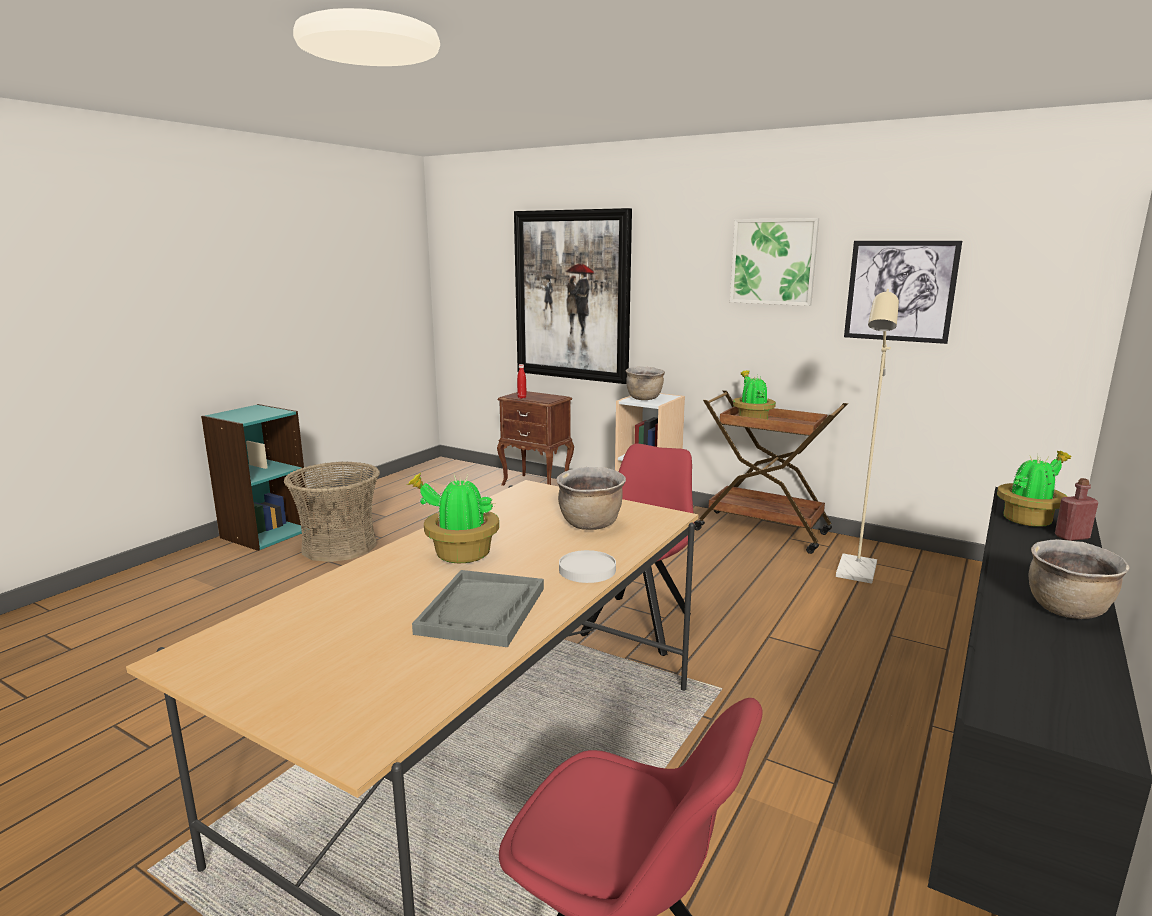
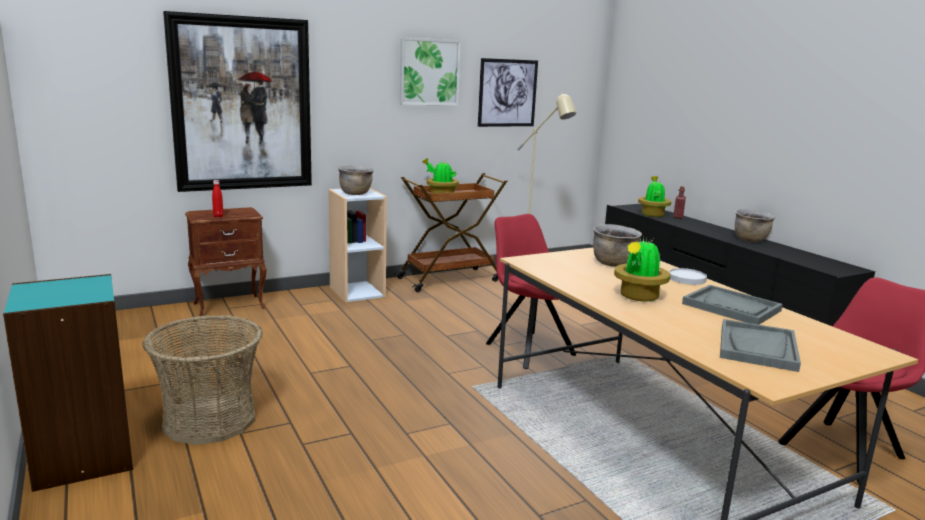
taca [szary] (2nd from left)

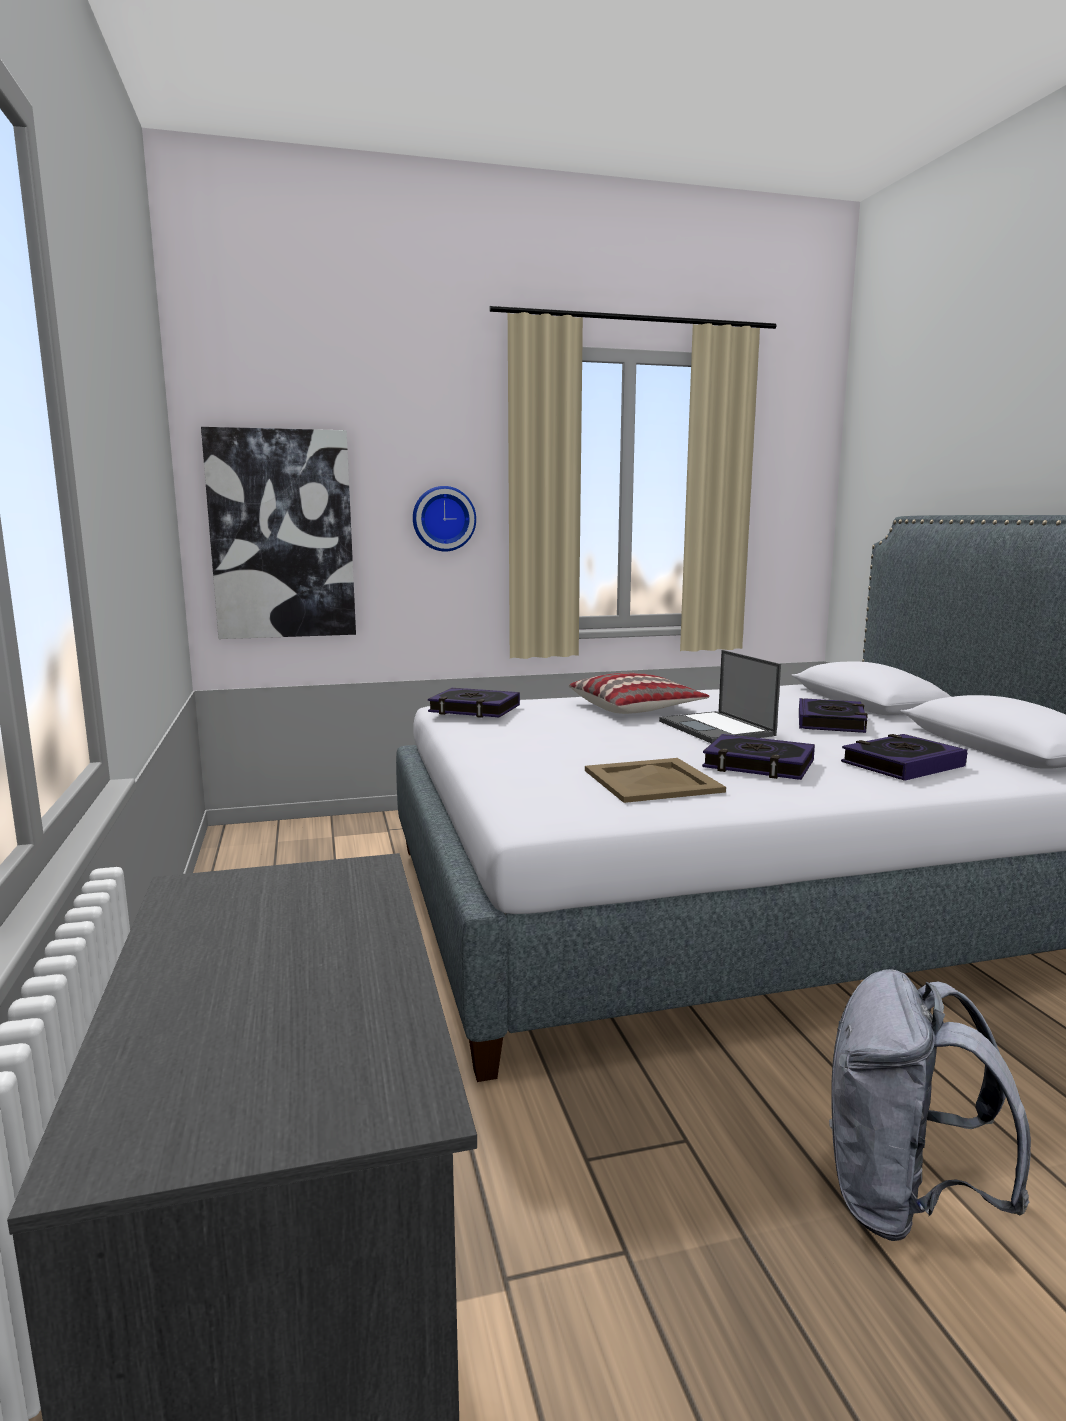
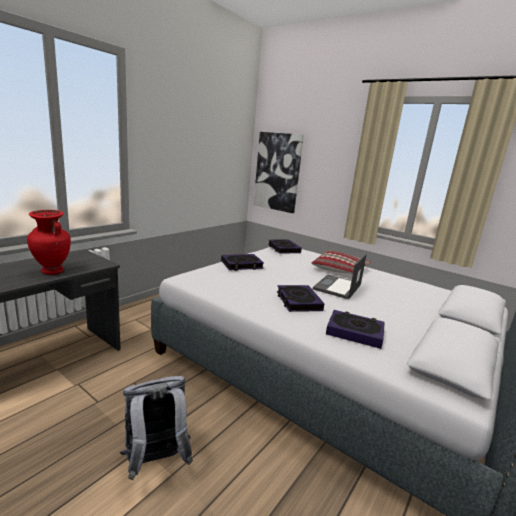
zegar ścienny
taca [beżowy]
wazon [czerwony]
książka (1st from left)

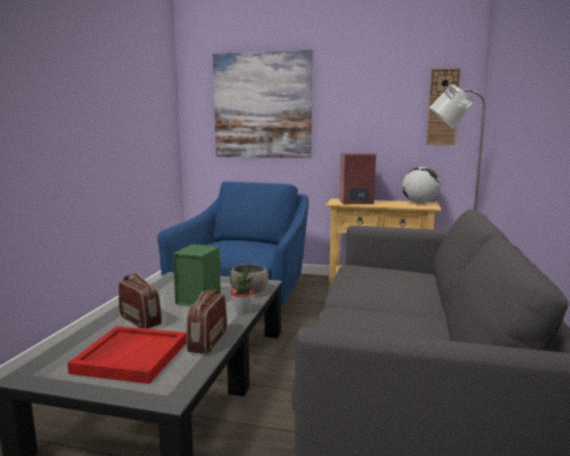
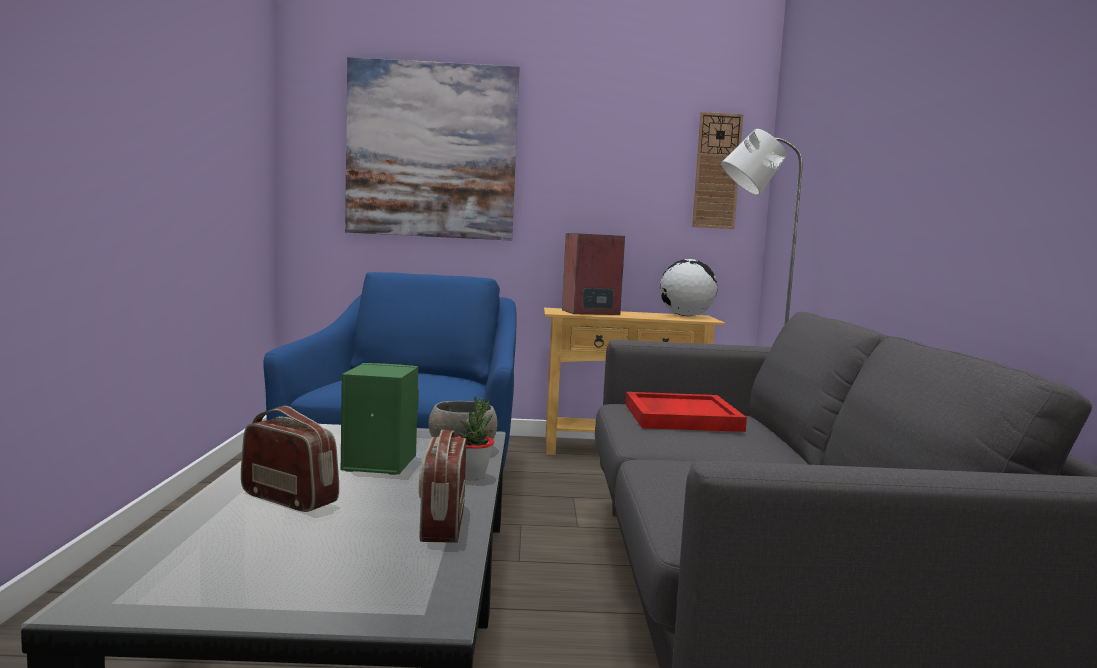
taca [czerwony]

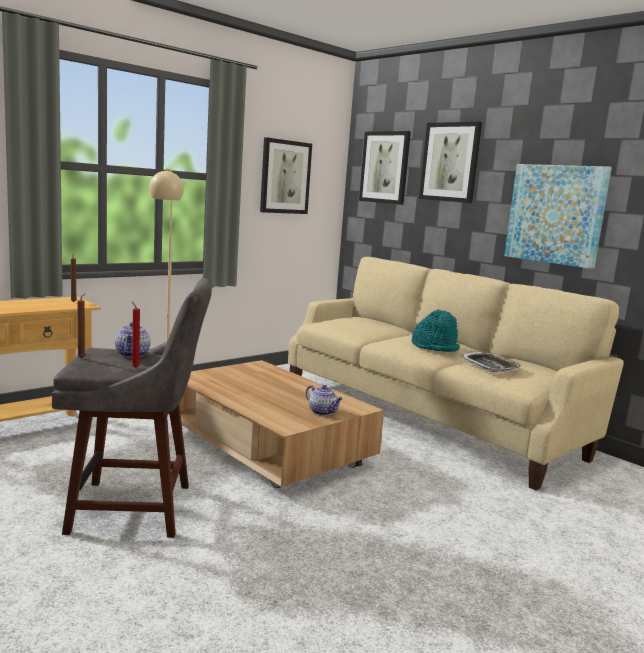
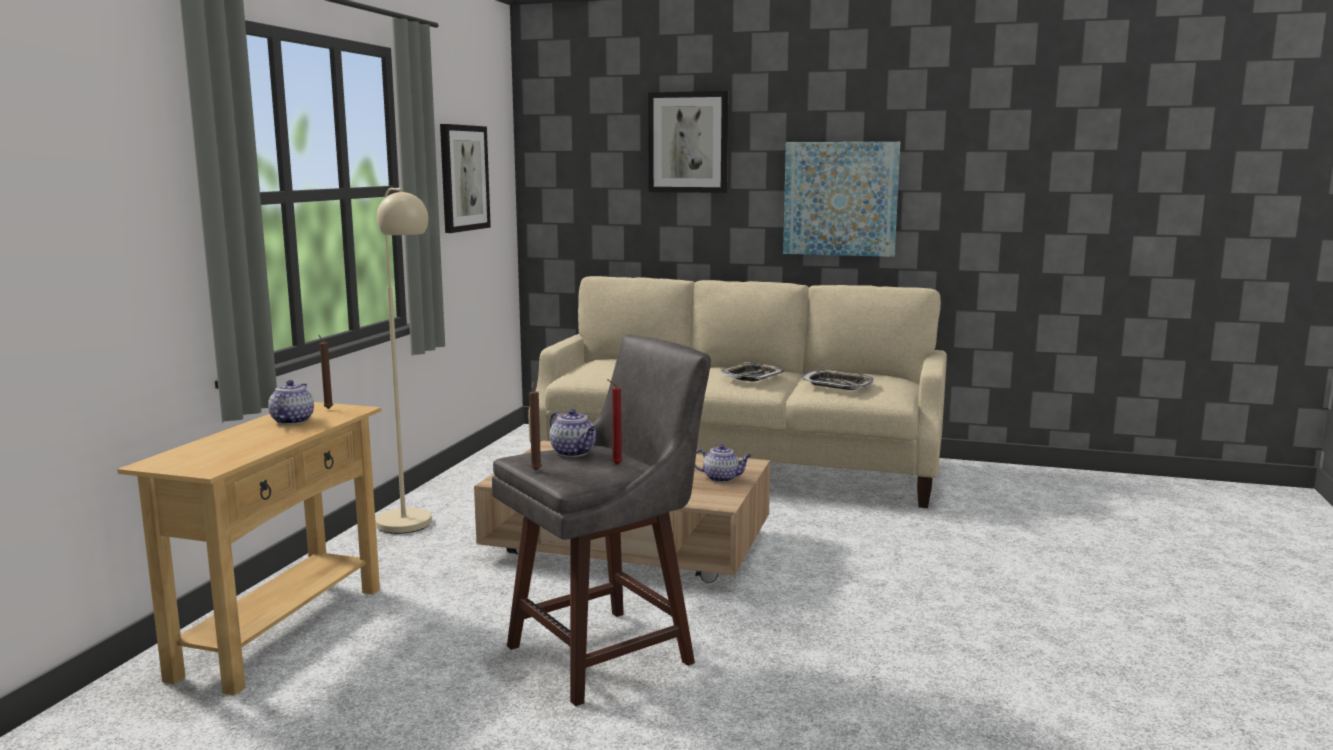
obraz (2nd from left in the first image)
imbryk (1st from left)
taca (1st from left)

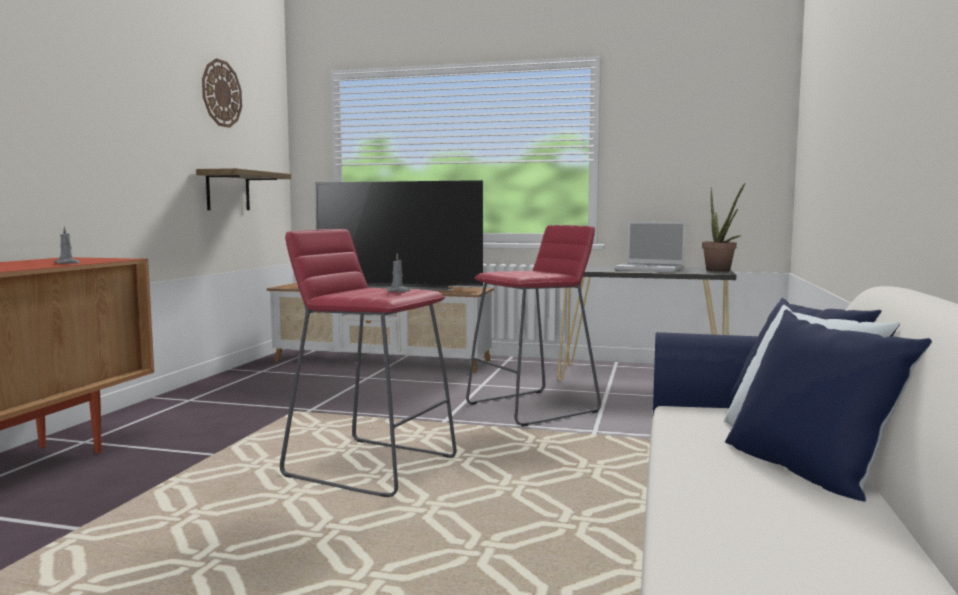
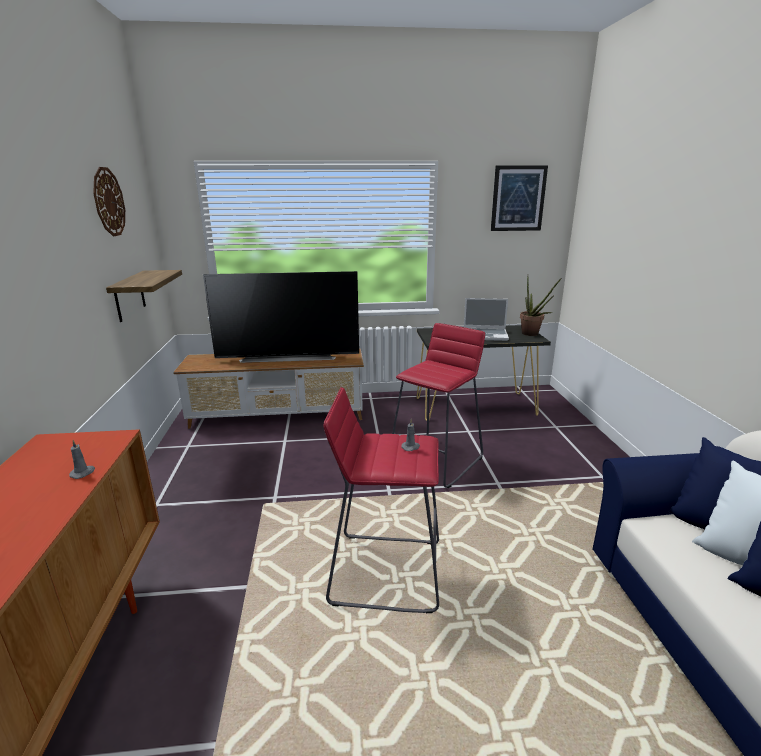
obraz

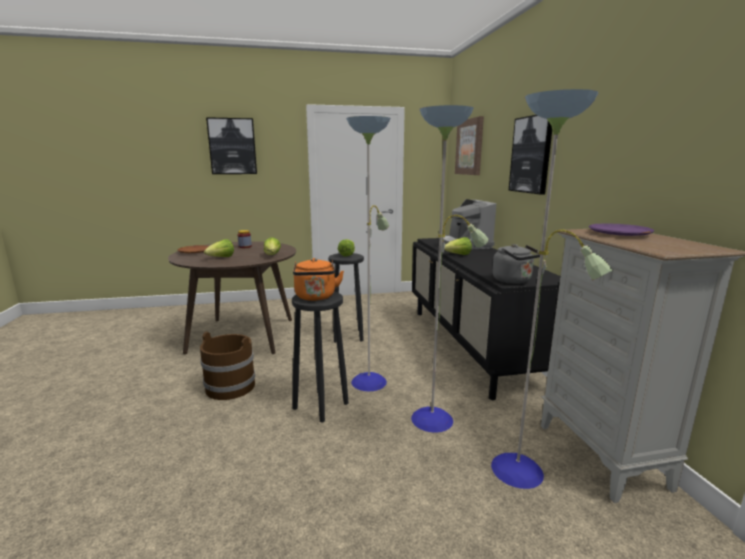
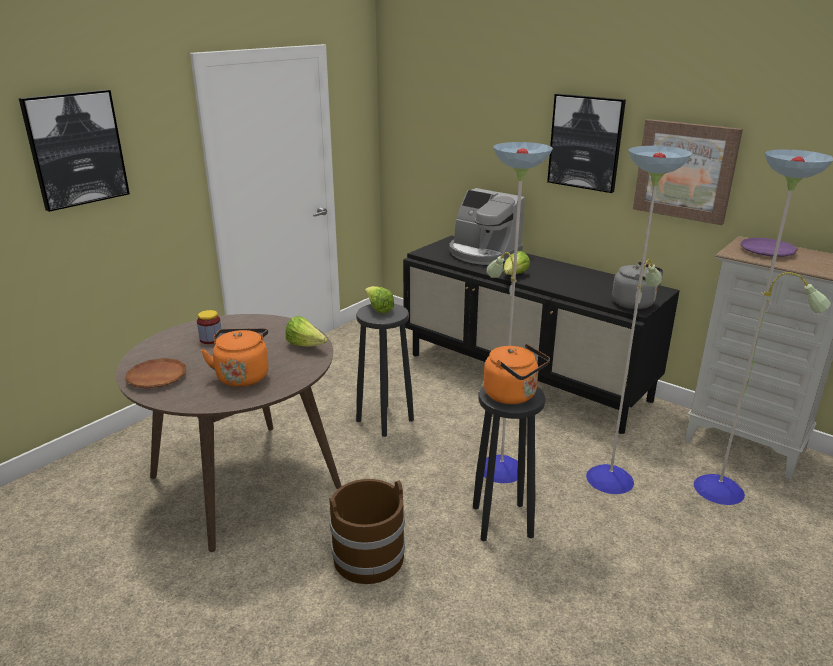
obraz (3rd from left)
czajnik [pomarańczowy] (1st from left)

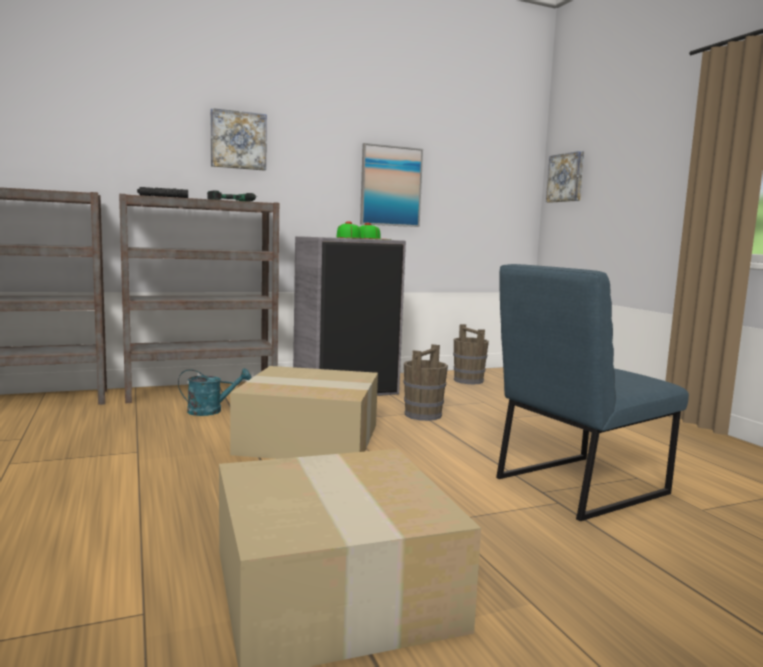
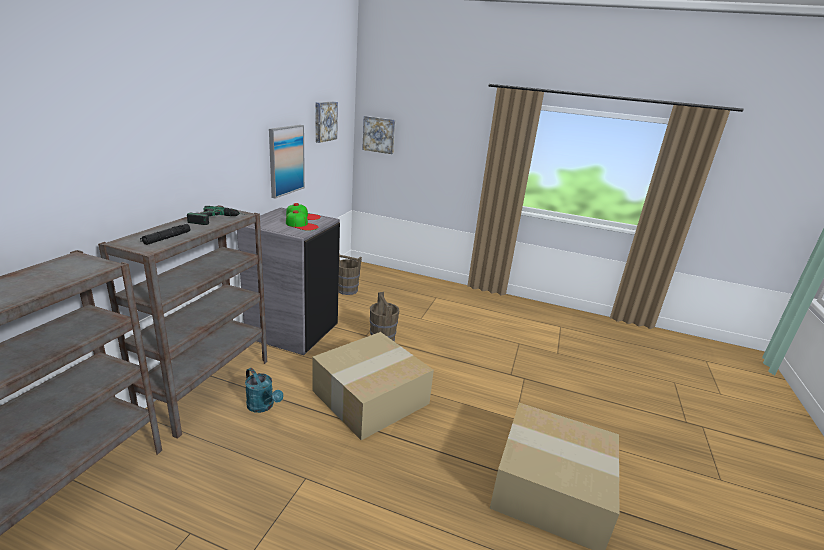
krzesło [niebieski]
obraz (2nd from left)
konewka [turkusowy]

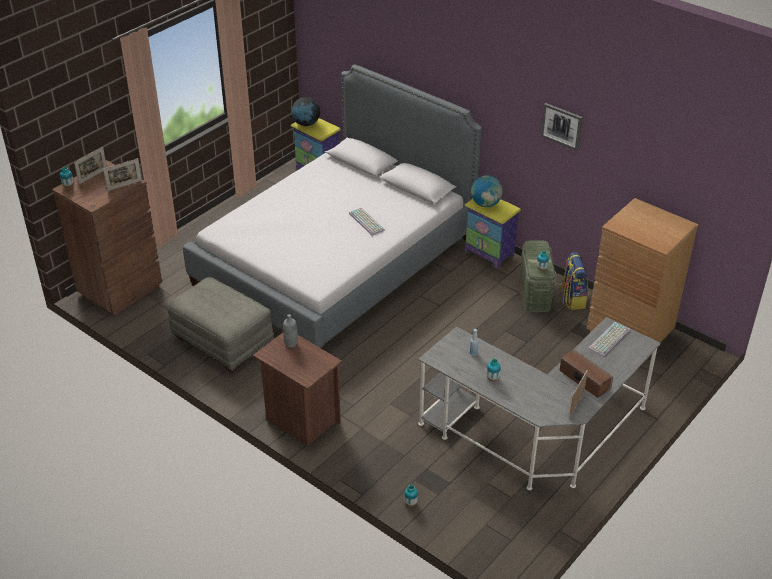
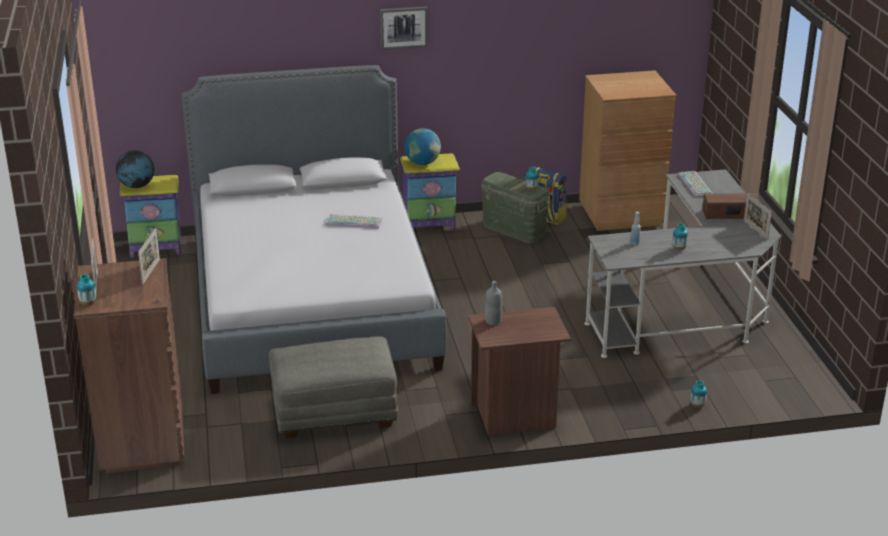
obraz

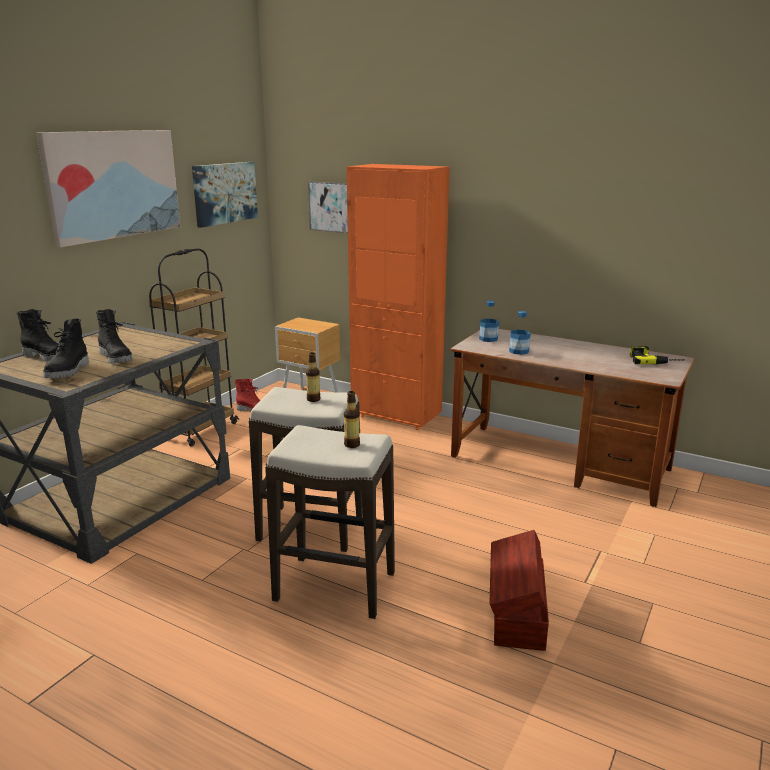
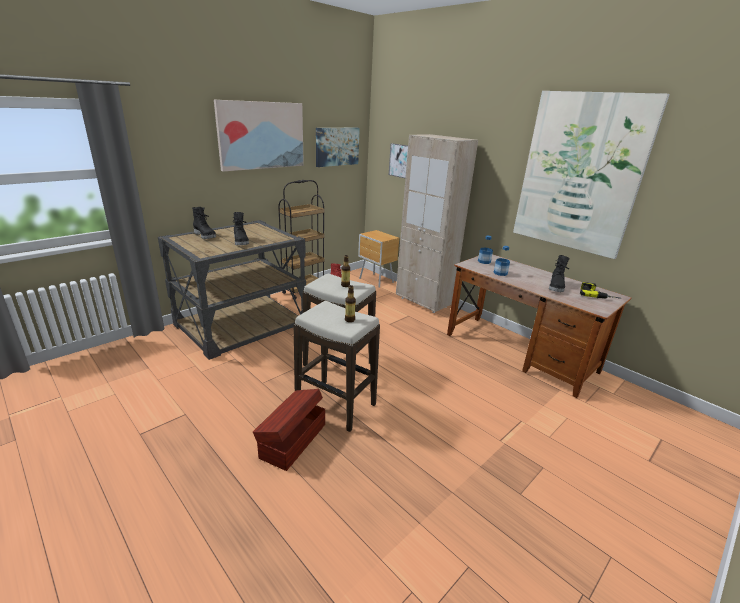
obraz (4th from left)
but z cholewką [czarny] (3rd from left)
pojemnik do przechowywania [brązowy]
szafka [beżowy]

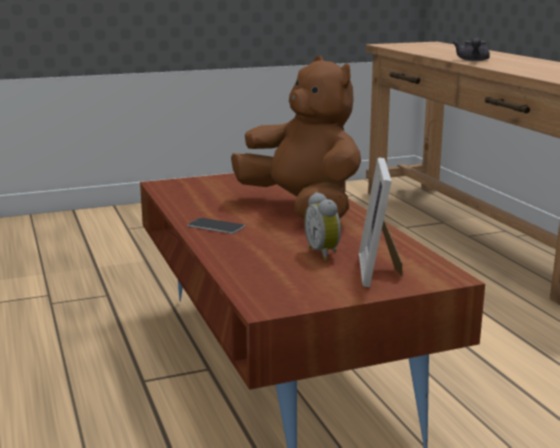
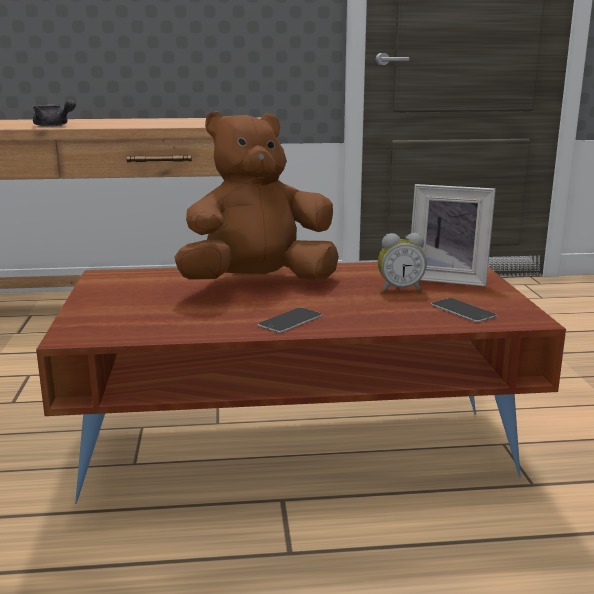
telefon (2nd from left)

